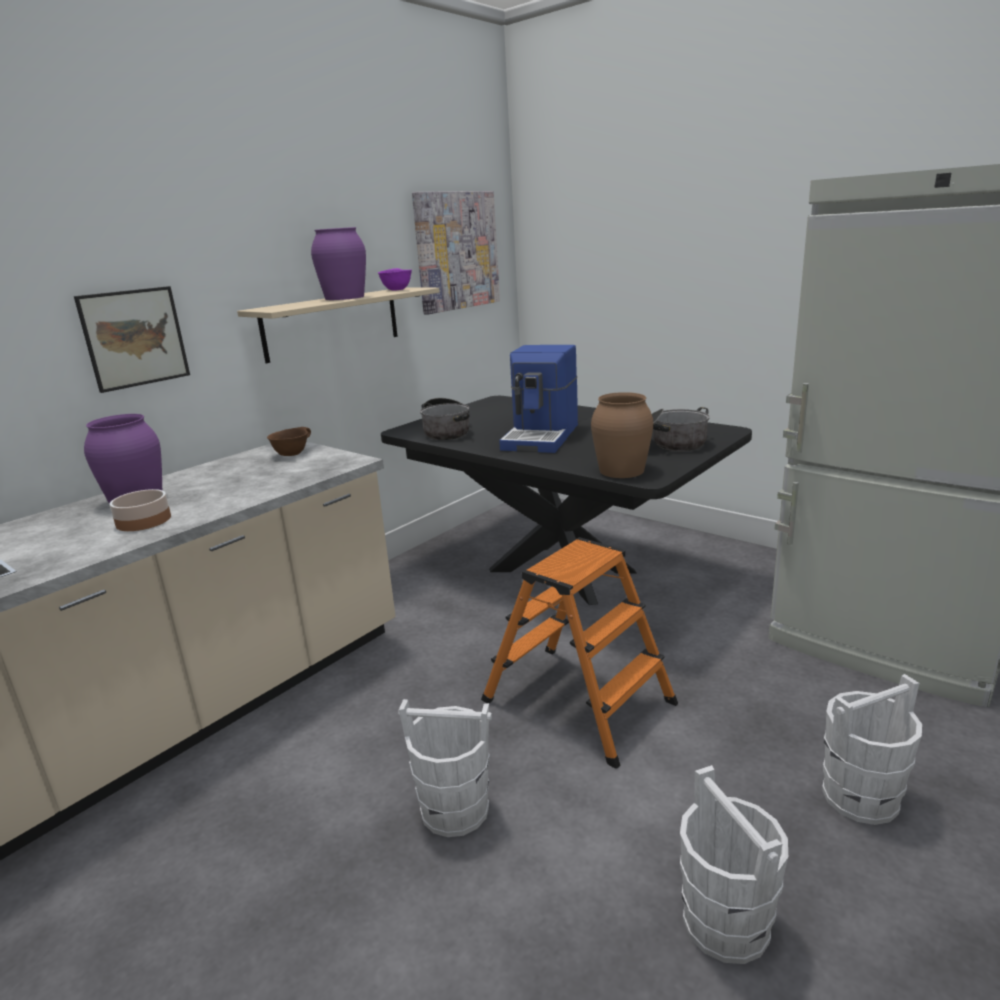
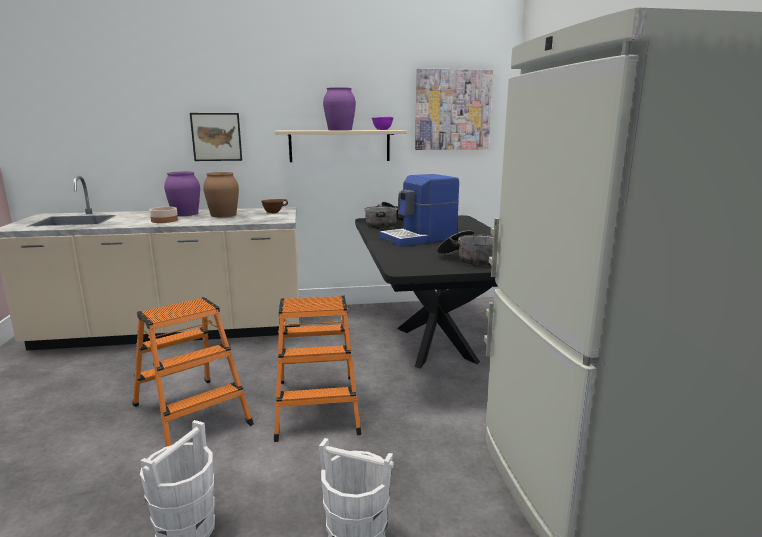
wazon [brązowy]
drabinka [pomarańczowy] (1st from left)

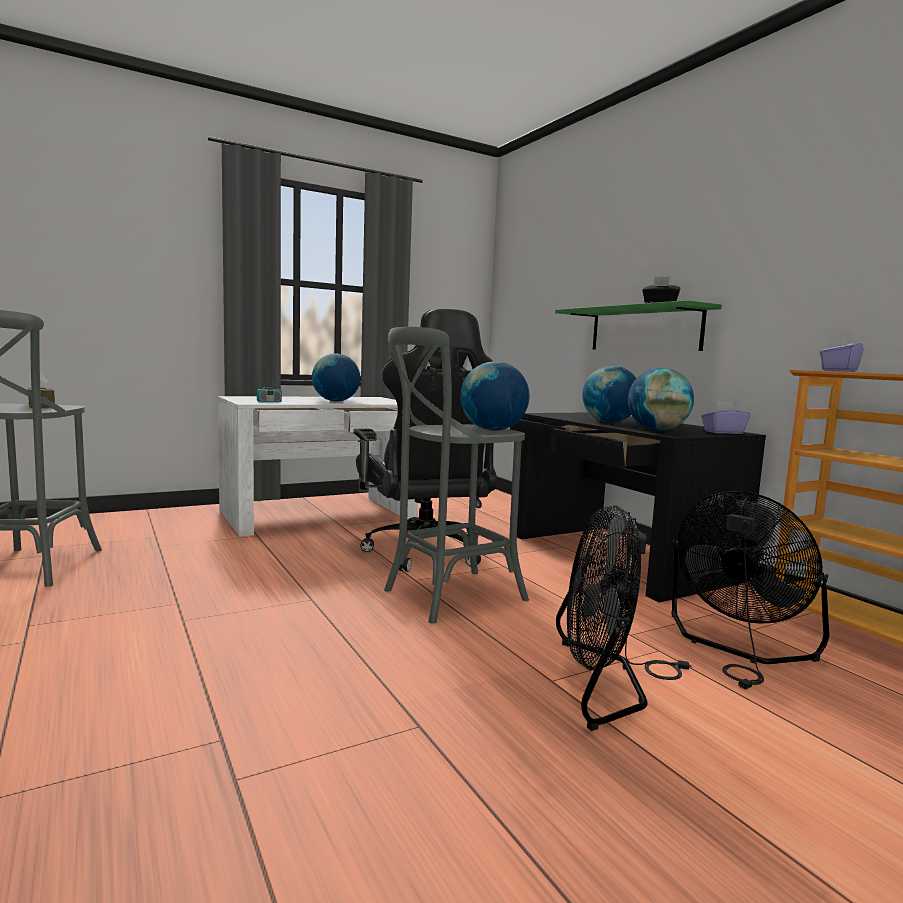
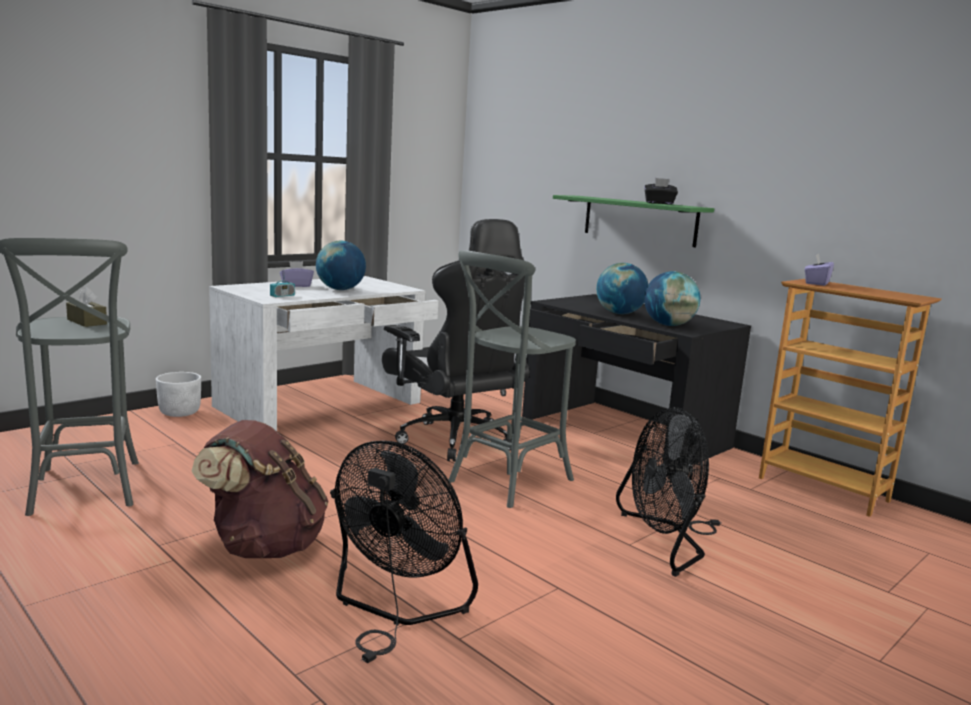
globus (2nd from left in the first image)
donica [biały]
plecak [brązowy]
wentylator [czarny] (1st from left)
pudełko chusteczek [fioletowy] (1st from left)

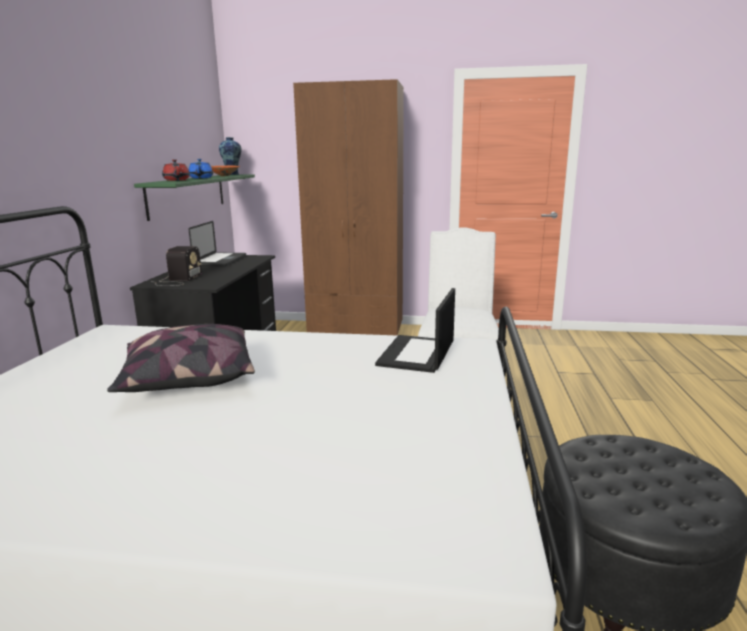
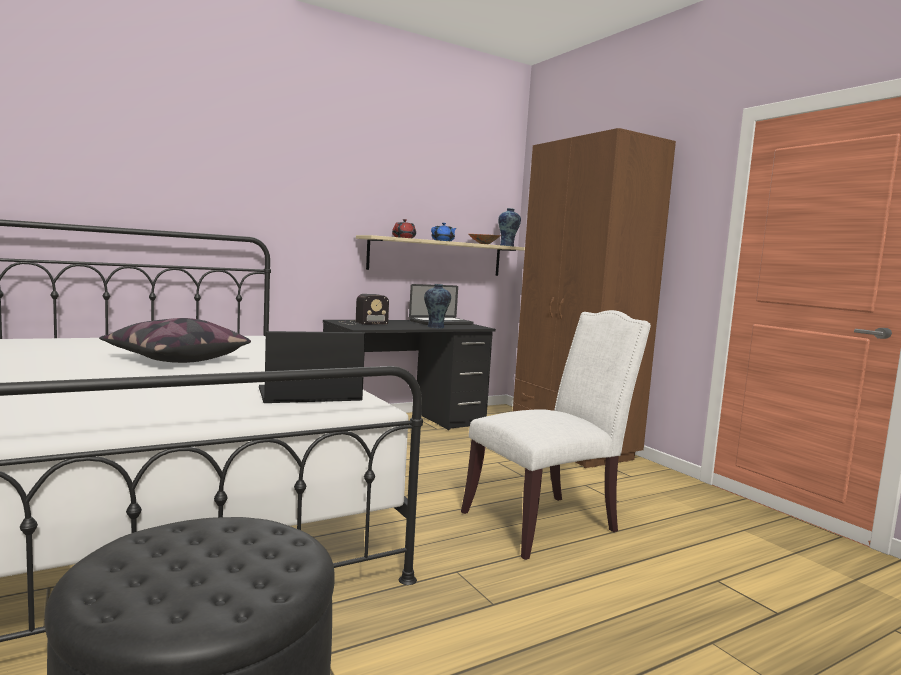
wazon (1st from left)
półka [beżowy]

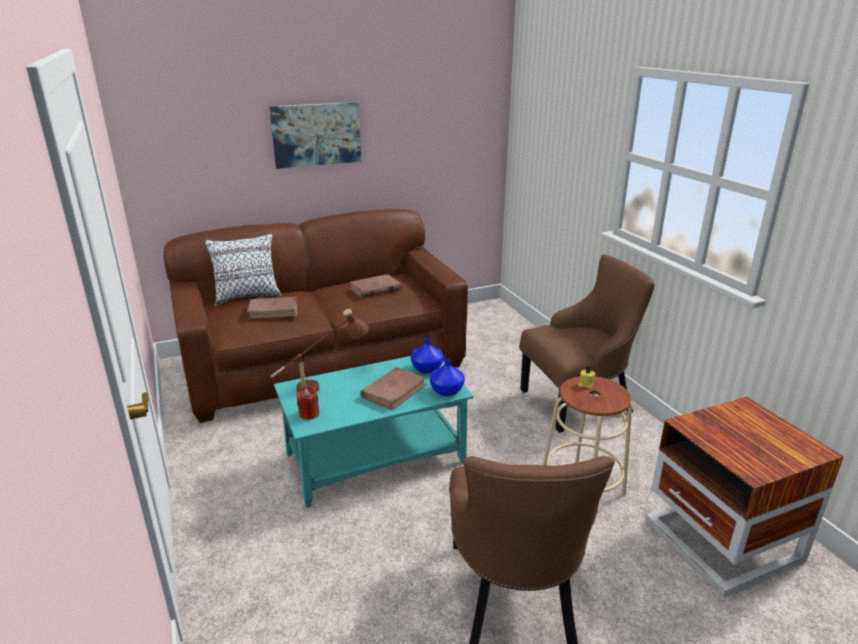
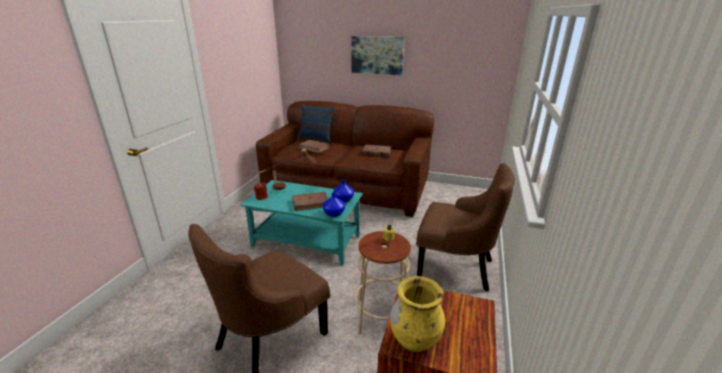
wazon [żółty]
poduszka [niebieski]

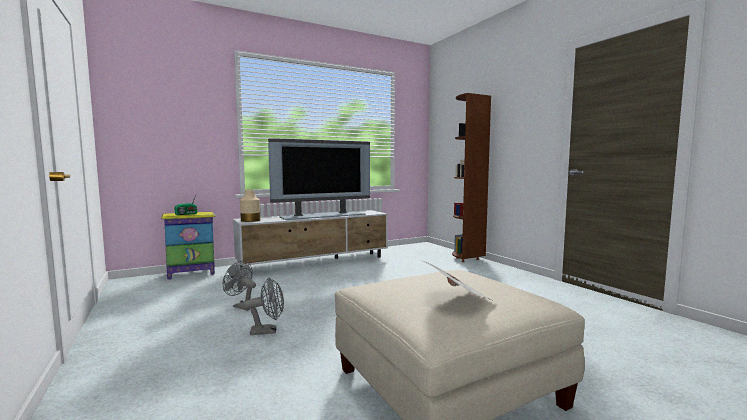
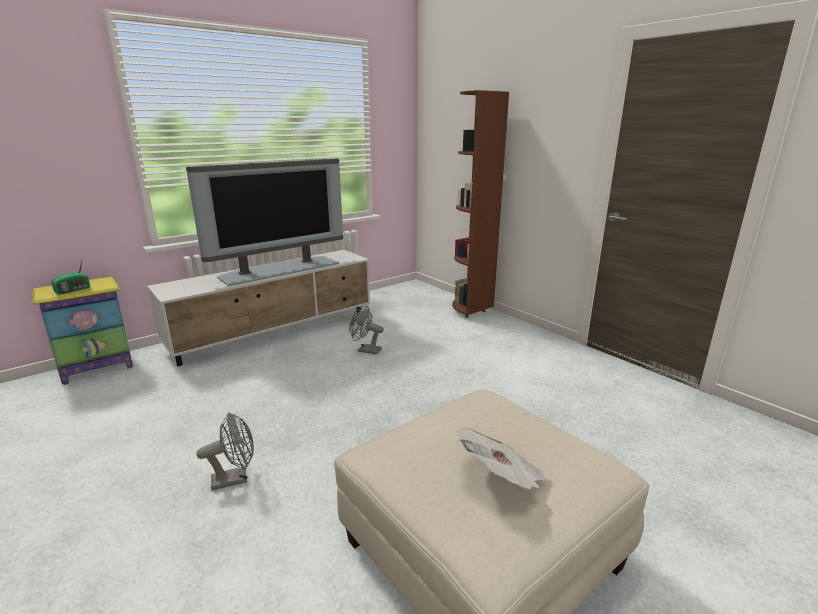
wazon [beżowy]
wentylator [szary] (2nd from left)

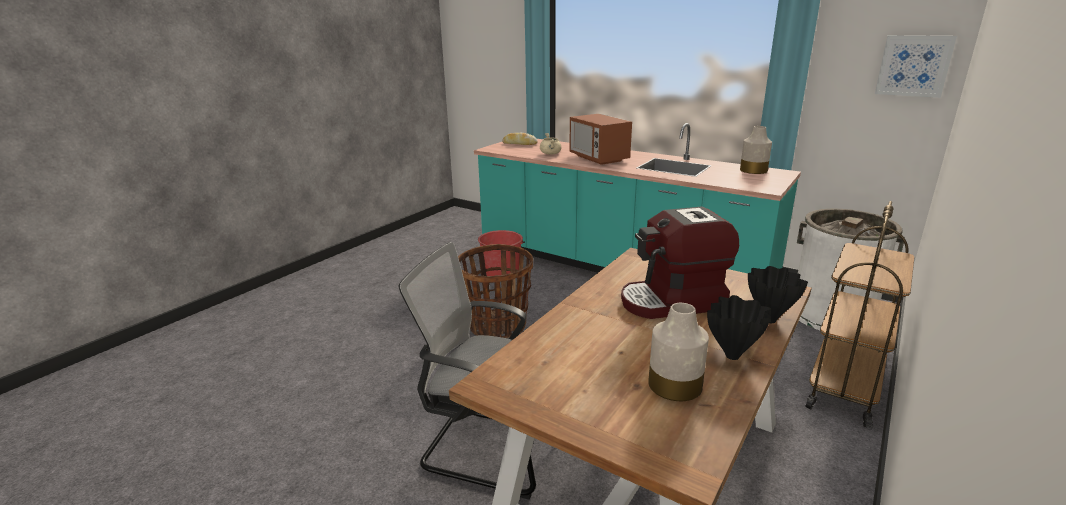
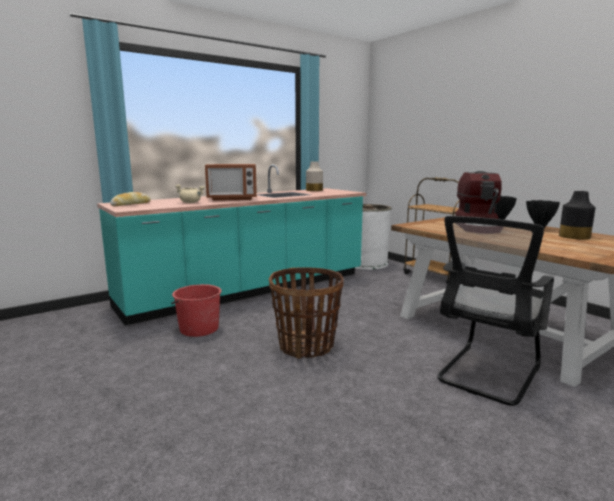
obraz
wazon [czarny] (3rd from left)

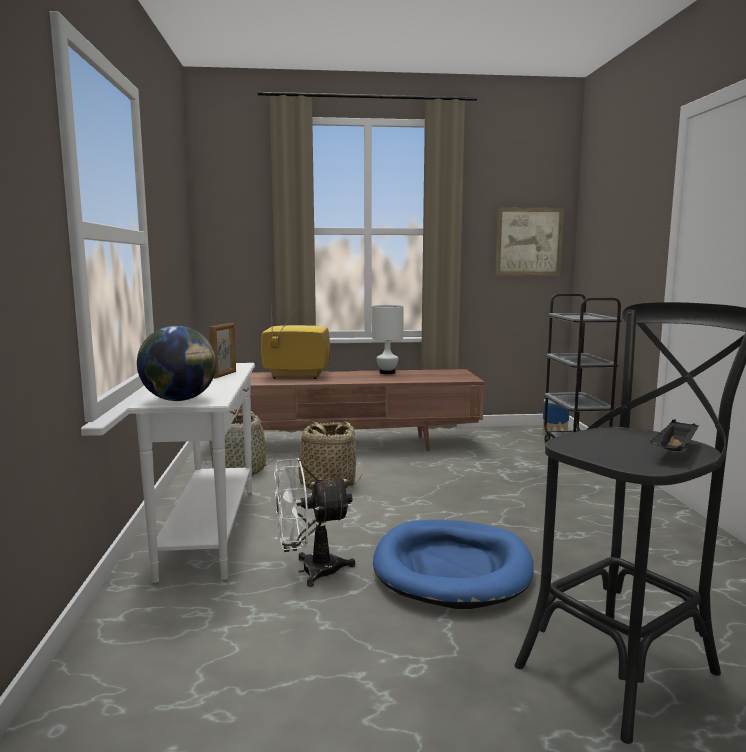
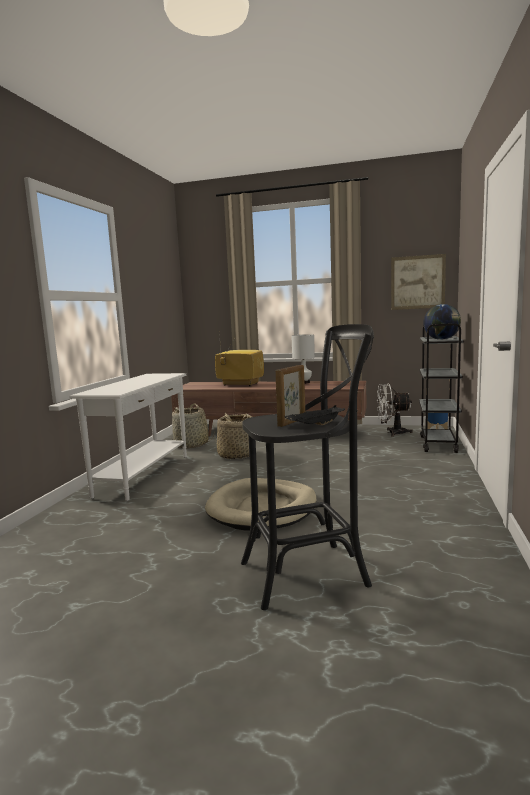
globus
ramka na zdjęcie
wentylator [biały]
legowisko [beżowy]

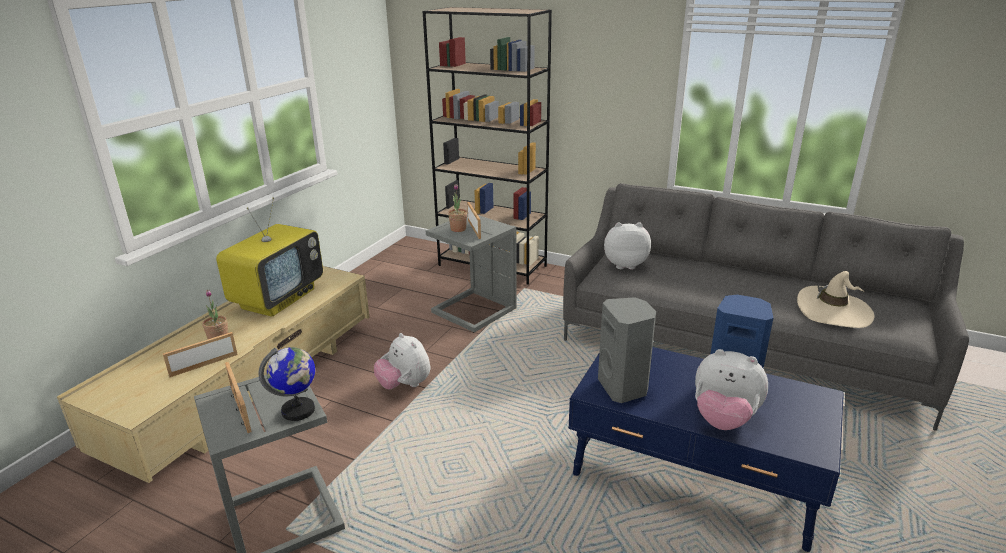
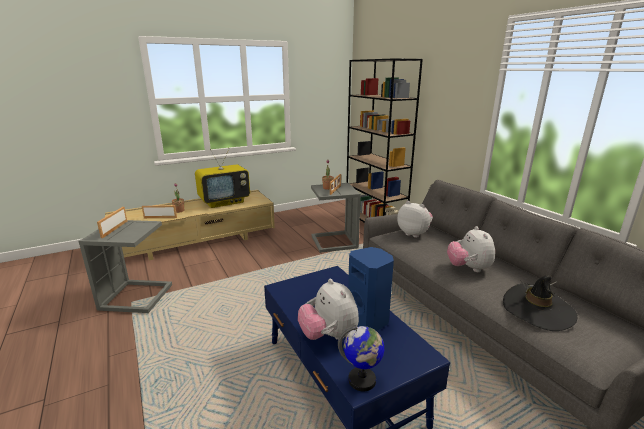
głośnik [szary]
globus
pluszak (3rd from left)
kapelusz [czarny]

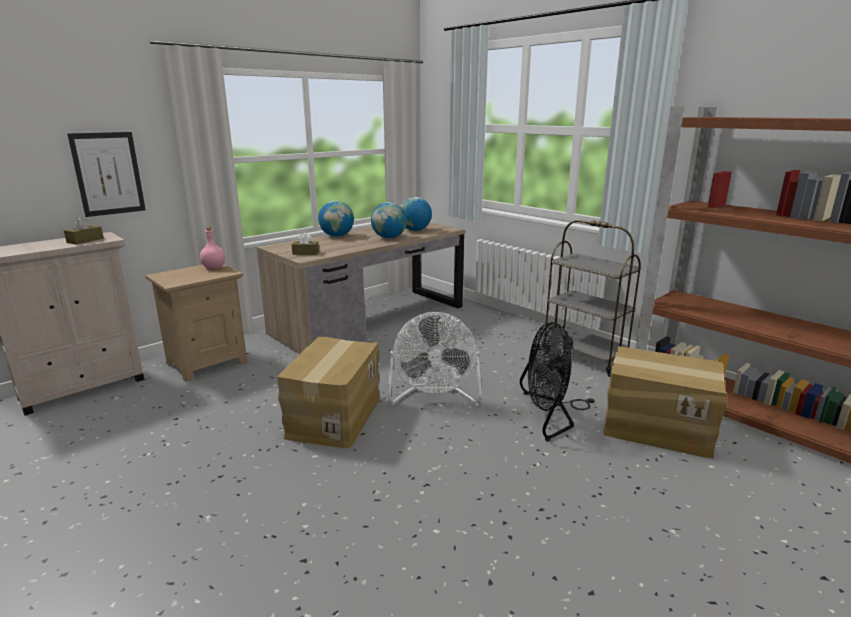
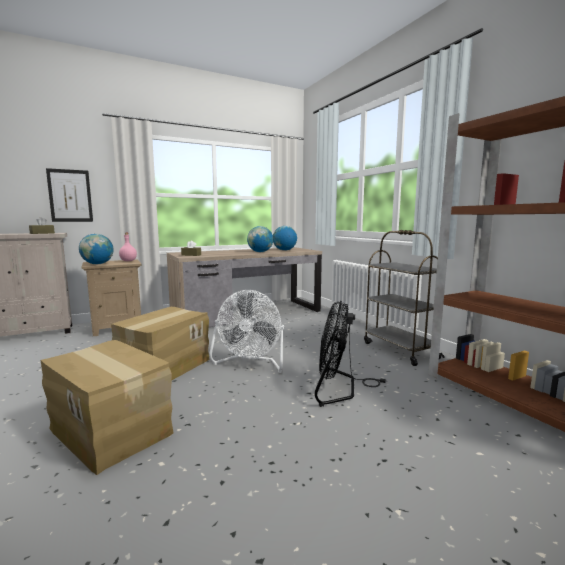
globus (1st from left)
karton (1st from left)

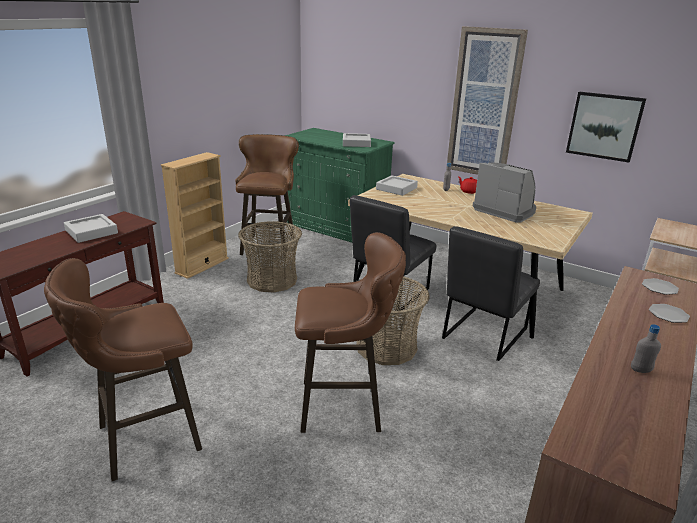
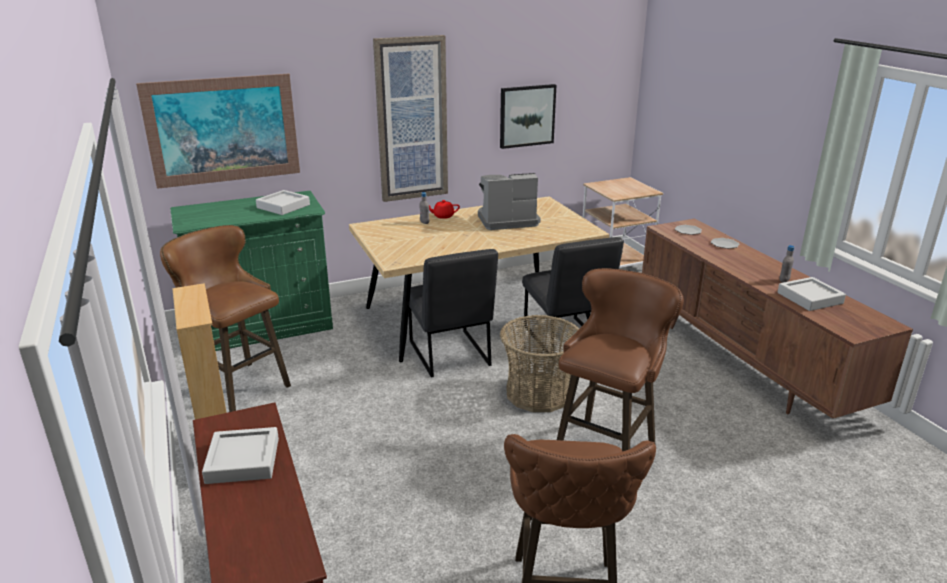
koszyk (1st from left in the first image)
obraz (1st from left)
taca [szary] (3rd from left)

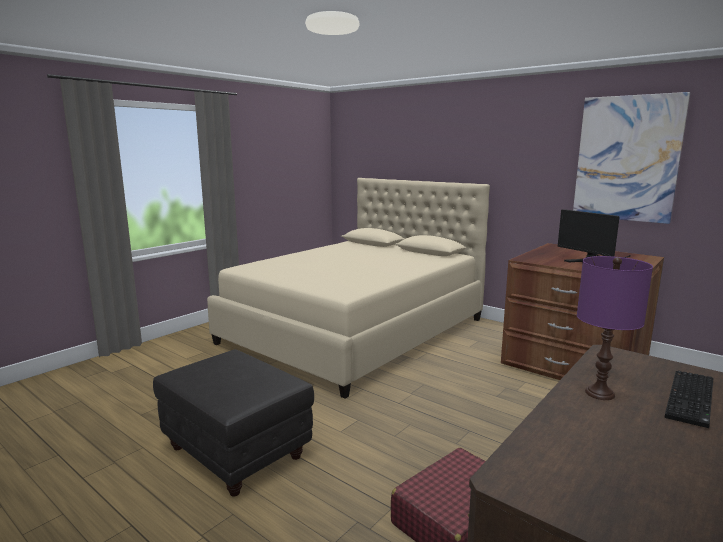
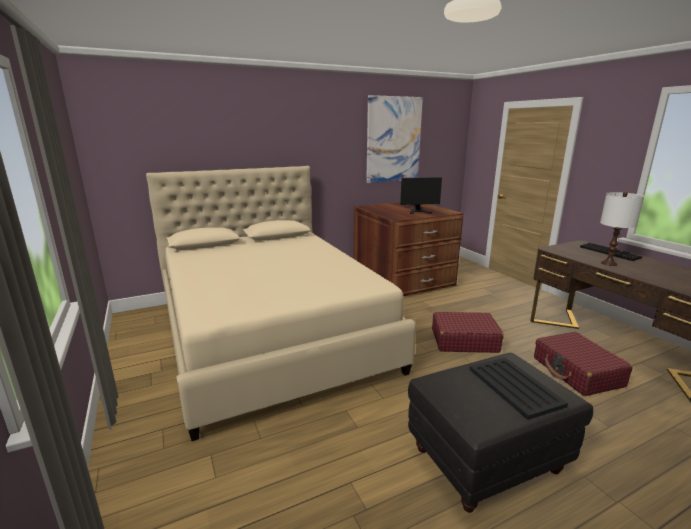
walizka [czerwony] (1st from left)
taca [czarny]
lampa stołowa [biały]

